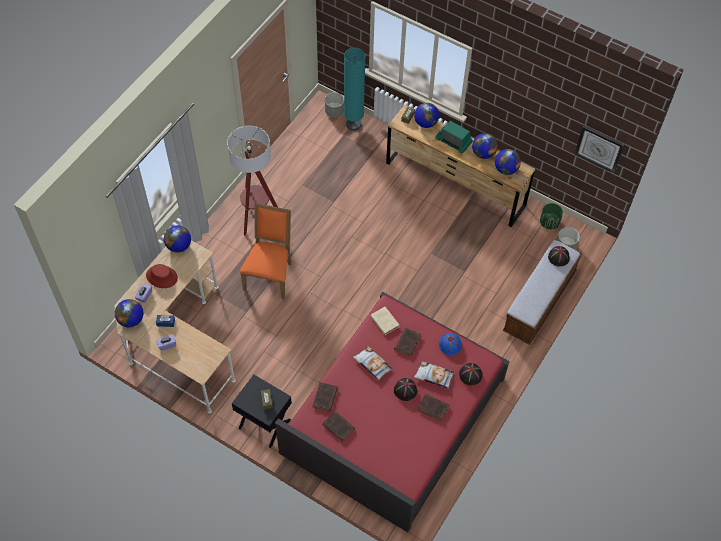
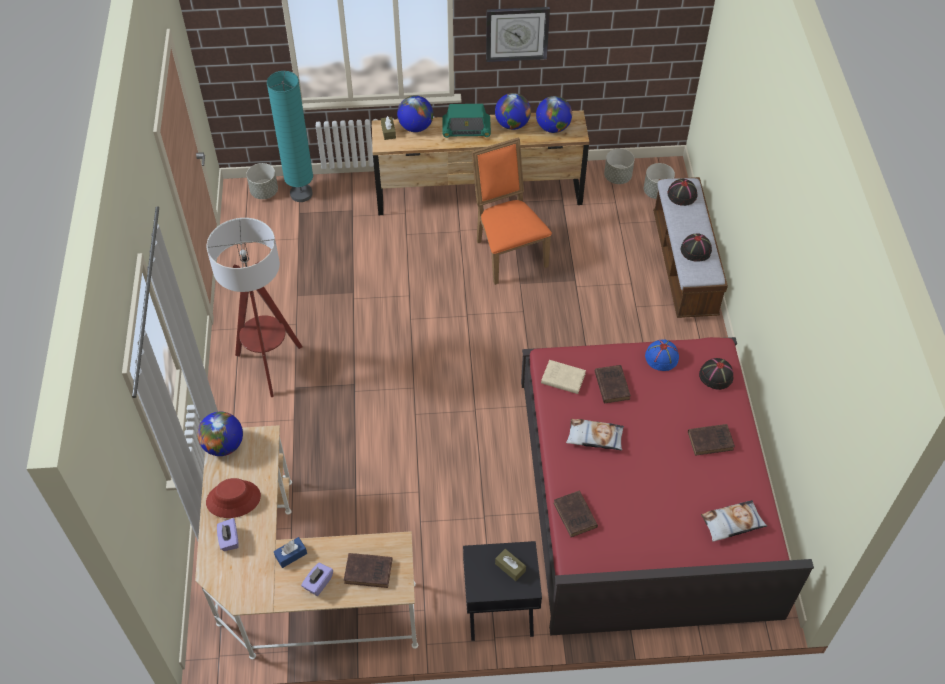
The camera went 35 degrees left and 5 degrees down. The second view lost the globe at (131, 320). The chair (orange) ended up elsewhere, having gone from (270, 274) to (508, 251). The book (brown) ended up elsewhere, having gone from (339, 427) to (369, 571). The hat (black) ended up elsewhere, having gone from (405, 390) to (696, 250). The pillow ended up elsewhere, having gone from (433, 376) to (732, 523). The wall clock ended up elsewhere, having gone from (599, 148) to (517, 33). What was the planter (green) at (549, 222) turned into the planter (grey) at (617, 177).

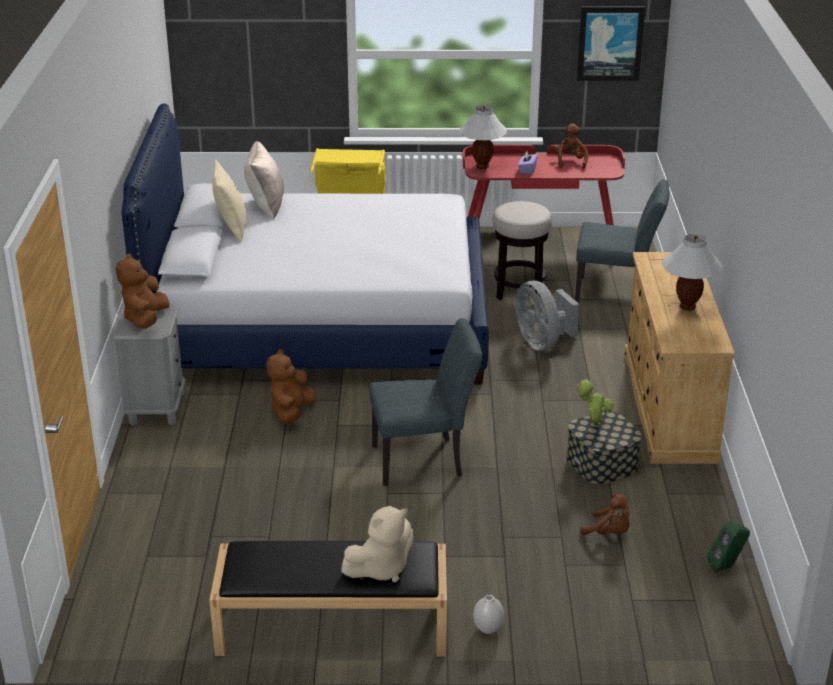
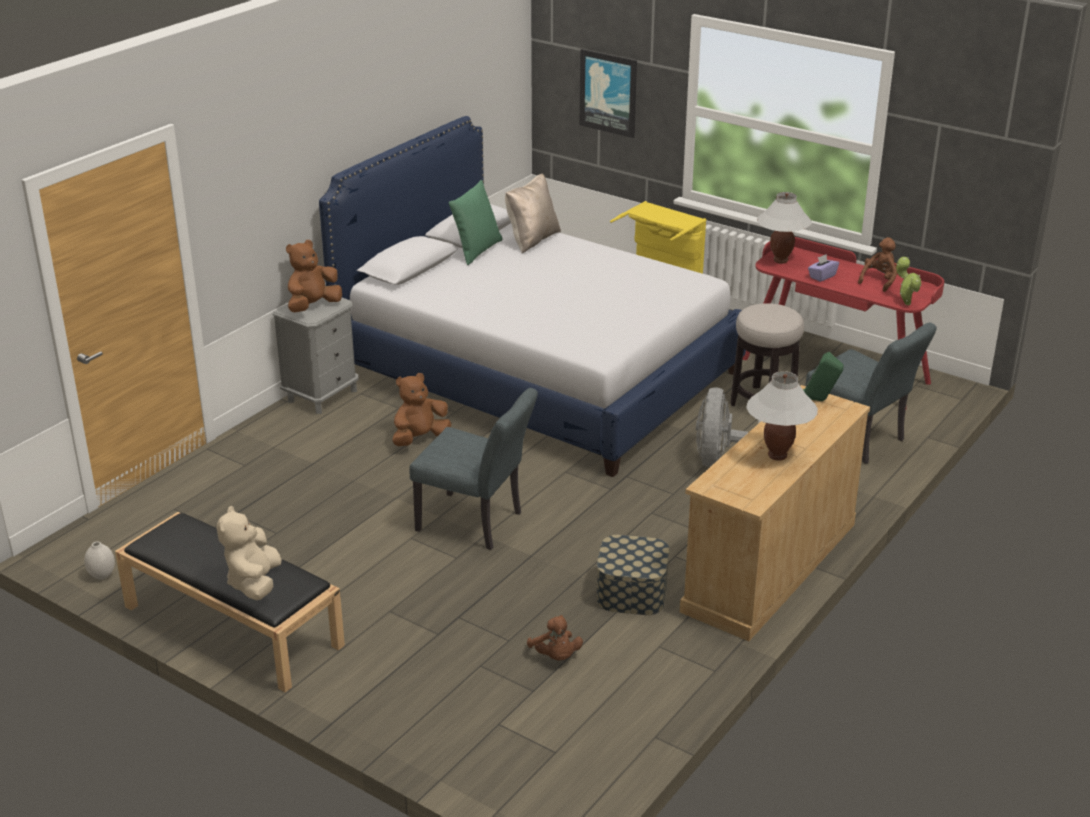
The camera went 35 degrees right and 0 degrees up. The vase (white) ended up elsewhere, having gone from (487, 629) to (101, 575). The picture ended up elsewhere, having gone from (610, 43) to (608, 92). The potted plant ended up elsewhere, having gone from (594, 424) to (906, 303). The speaker (green) ended up elsewhere, having gone from (726, 567) to (820, 400). What was the pillow (beige) at (231, 228) turned into the pillow (green) at (476, 251). The plush toy (beige) at (381, 569) ended up facing another way, 90 degrees clockwise from before.

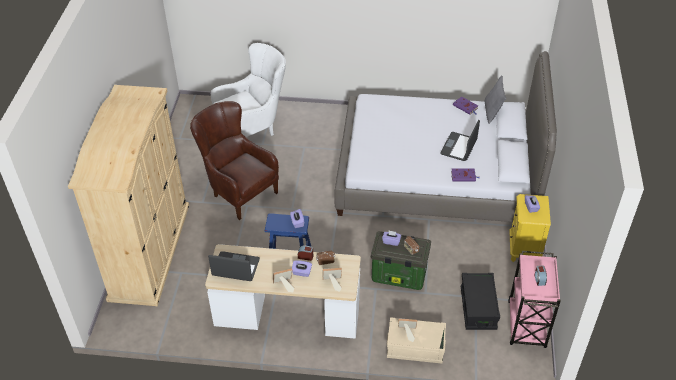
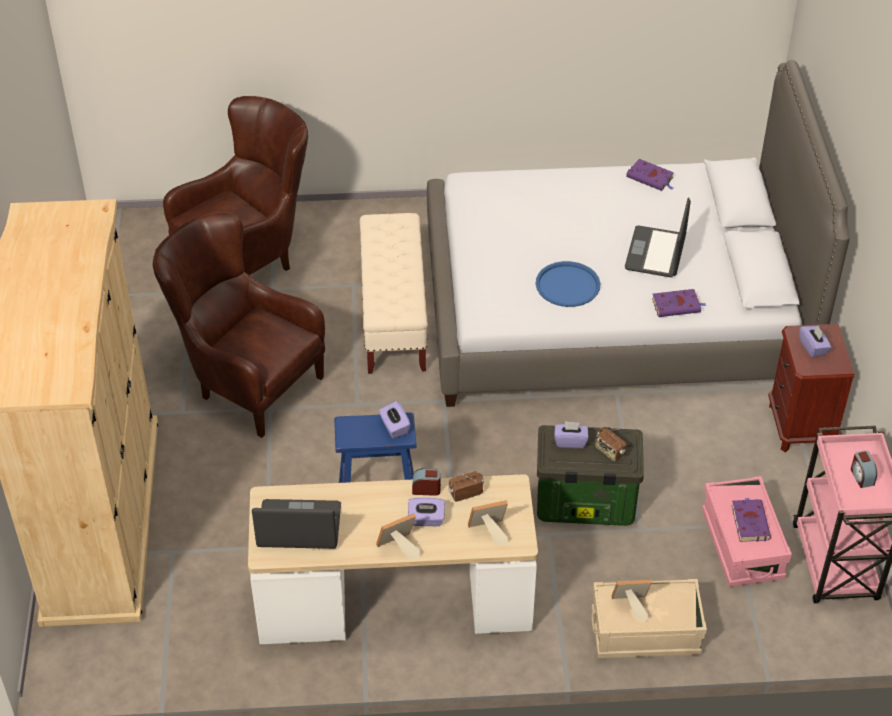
The camera went 10 degrees left and 0 degrees up. The second view lost the pillow (grey) at (492, 112). The second view gained the bench (beige) at (394, 318). The second view gained the tray (blue) at (567, 285). The second view gained the book (purple) at (749, 521). What was the armchair (white) at (254, 128) turned into the armchair (brown) at (249, 260). What was the storage box (black) at (478, 308) turned into the storage box (pink) at (742, 545). What was the nightstand (yellow) at (524, 249) turned into the nightstand (brown) at (799, 427).

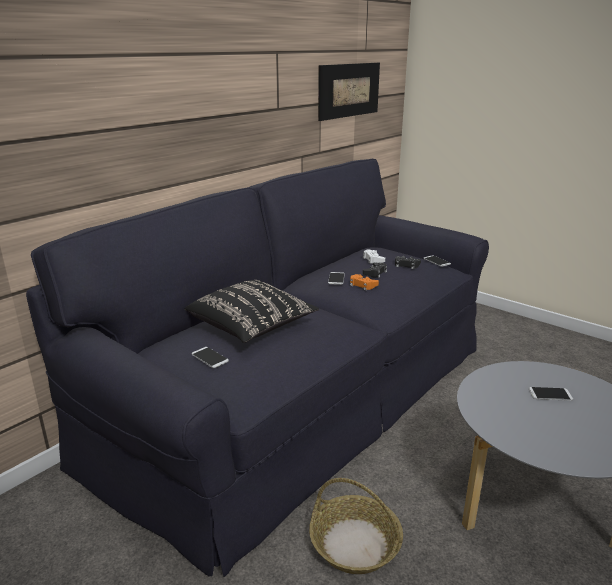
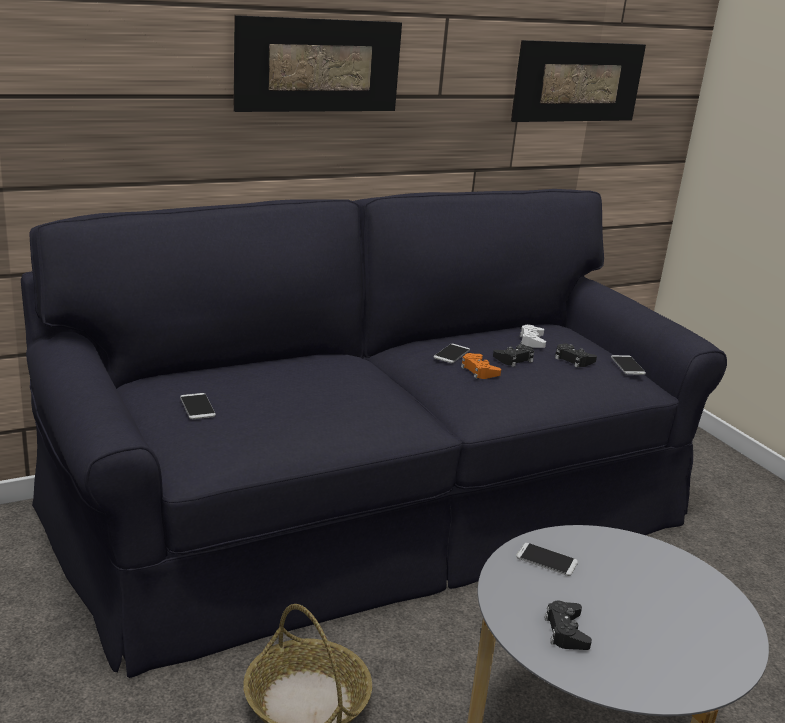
The camera went 20 degrees right and 0 degrees up. The second view lost the pillow (black) at (252, 327). The second view gained the picture at (318, 65). The second view gained the game controller (black) at (566, 631). The phone ended up elsewhere, having gone from (550, 394) to (546, 560).

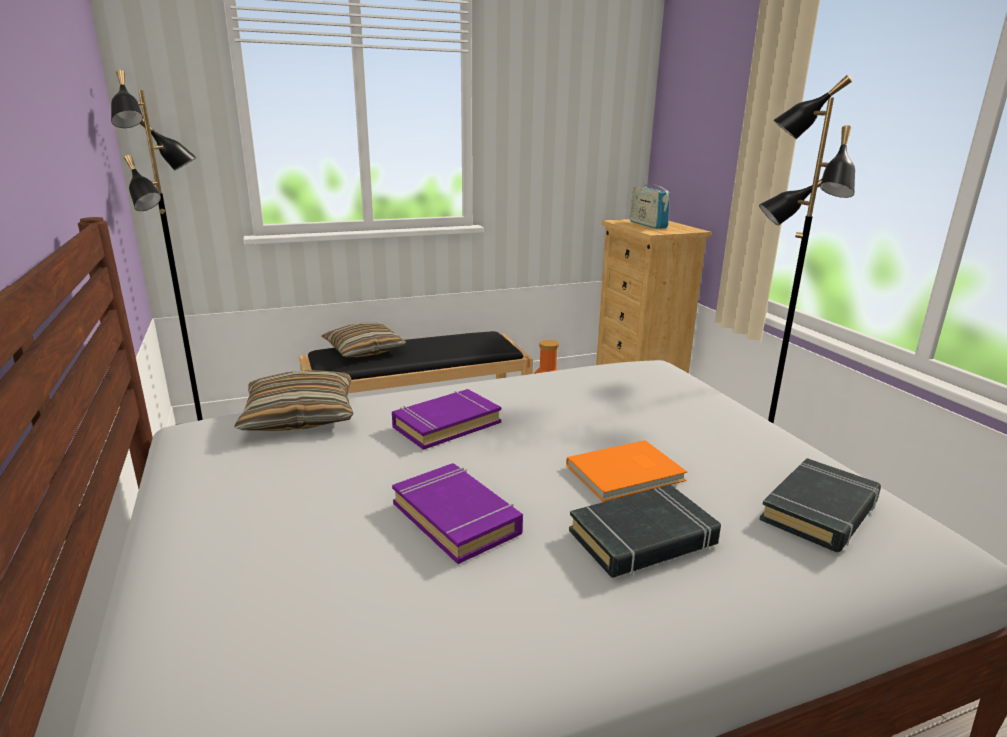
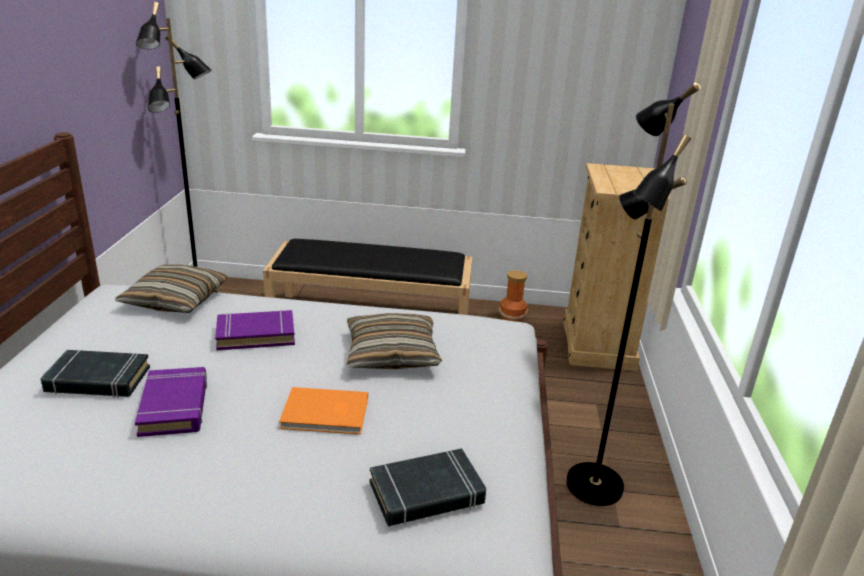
The camera went 25 degrees right and 5 degrees up. The second view lost the radio at (647, 224). The pillow ended up elsewhere, having gone from (364, 350) to (391, 354). The book (black) ended up elsewhere, having gone from (643, 538) to (97, 380).

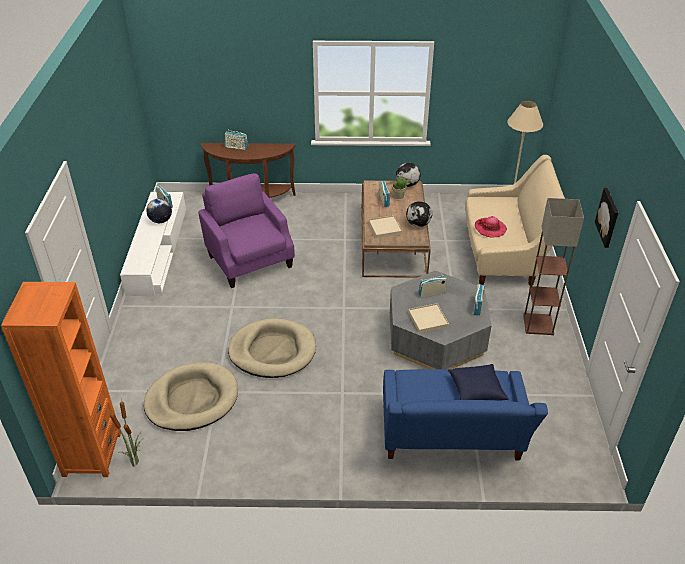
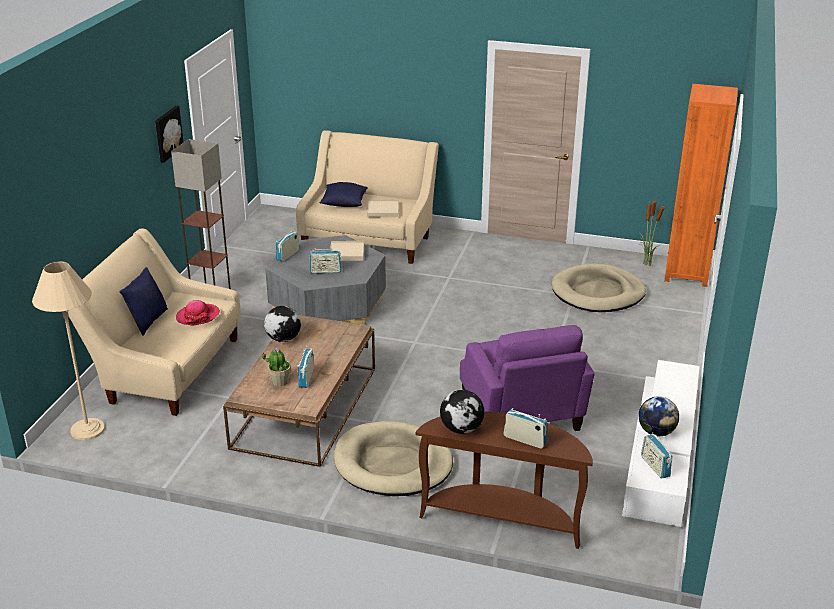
The camera went 165 degrees left and 10 degrees down. The second view gained the pillow (blue) at (147, 322). The dog bed (beige) ended up elsewhere, having gone from (272, 351) to (393, 463). The tray (beige) ended up elsewhere, having gone from (385, 228) to (382, 210). The globe ended up elsewhere, having gone from (407, 184) to (462, 429). What was the sofa (blue) at (451, 440) turned into the sofa (beige) at (368, 239).

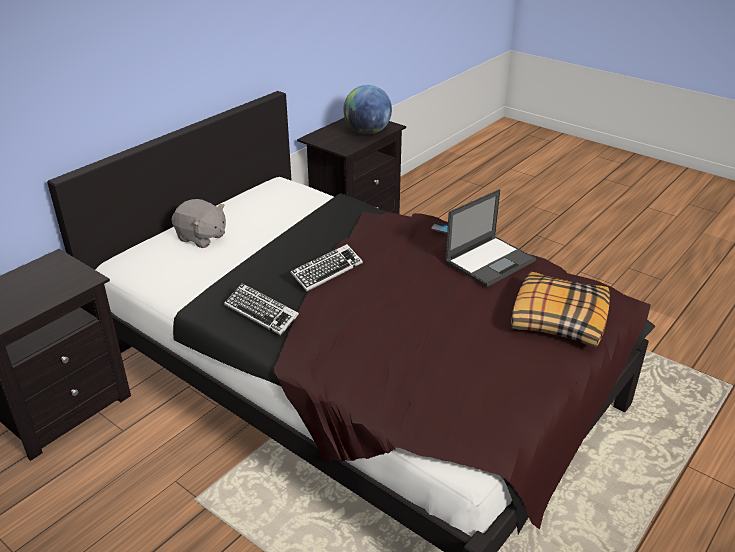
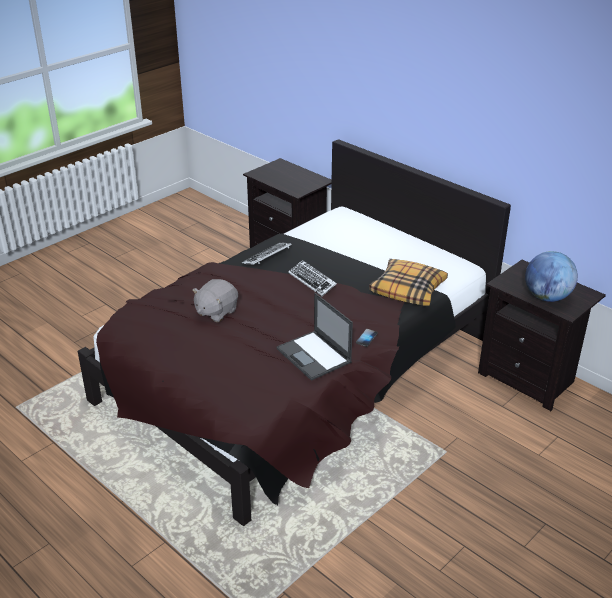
The camera went 95 degrees right and 0 degrees up. The plush toy (grey) ended up elsewhere, having gone from (201, 237) to (216, 312). The pillow ended up elsewhere, having gone from (558, 319) to (408, 289).

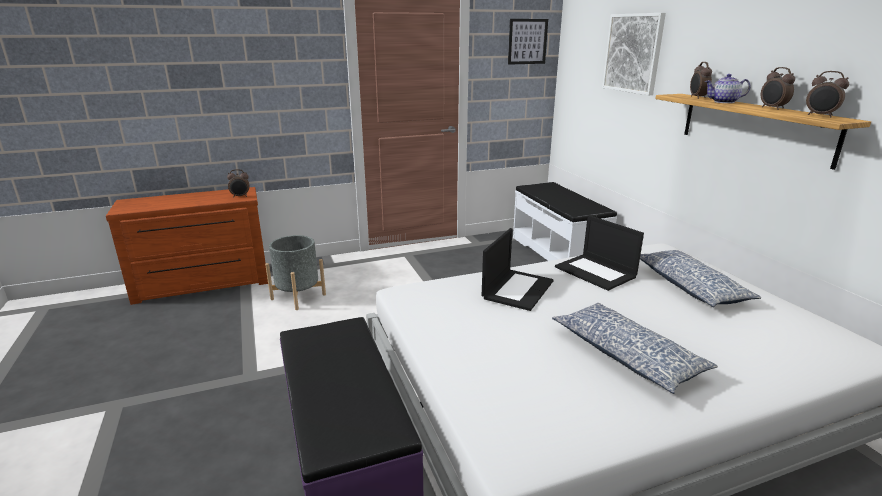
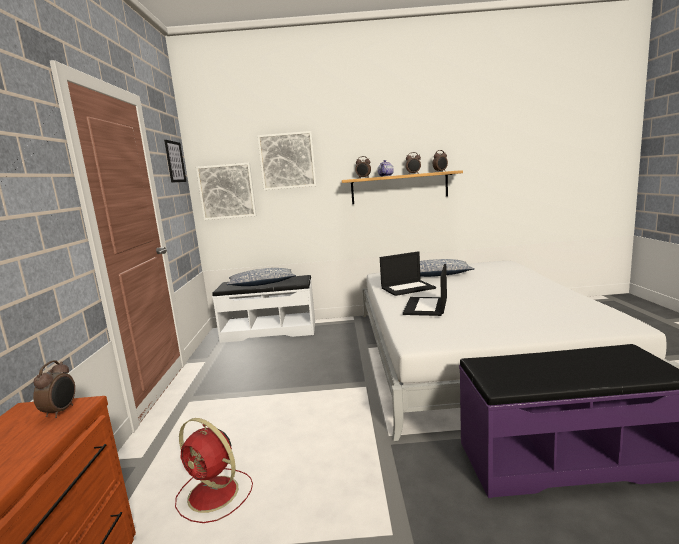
The camera went 70 degrees left and 10 degrees down. The second view gained the picture at (227, 191). The pillow ended up elsewhere, having gone from (626, 355) to (261, 284). Where the planter (grey) stood at (298, 297), the fan (red) came to stand at (215, 494). The laptop at (517, 289) ended up facing another way, 120 degrees counterclockwise from before.

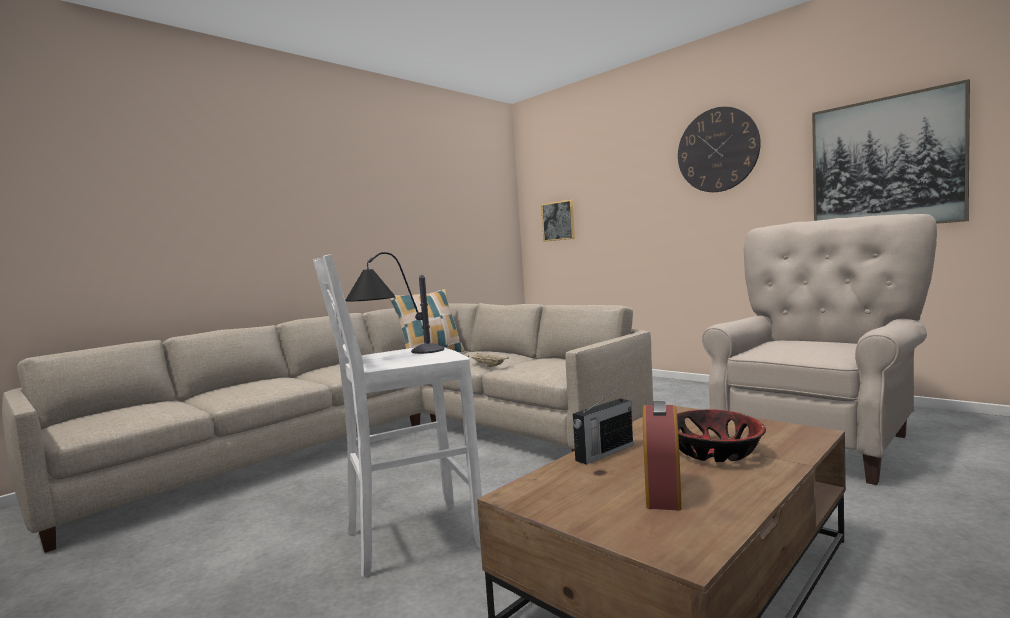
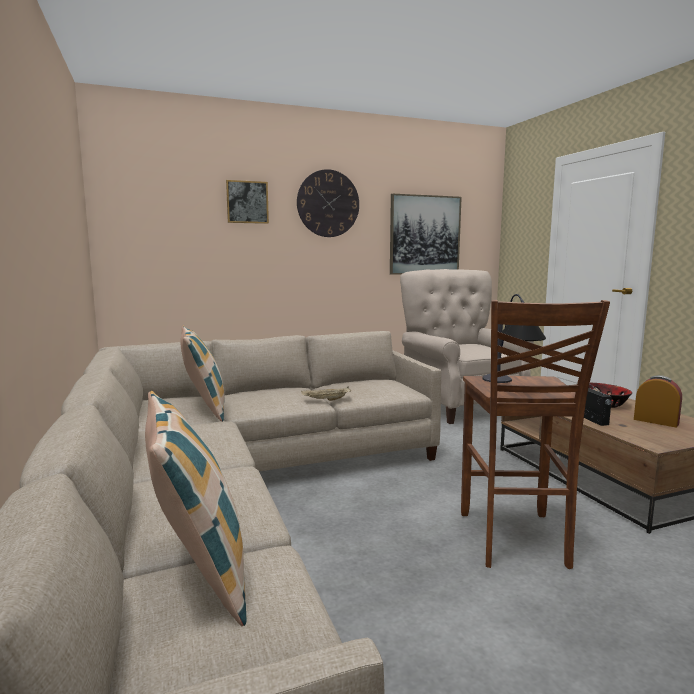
The camera went 65 degrees left and 5 degrees up. The second view gained the pillow at (198, 574). The picture ended up elsewhere, having gone from (558, 221) to (247, 202). What was the stool (white) at (409, 538) turned into the stool (brown) at (514, 540).

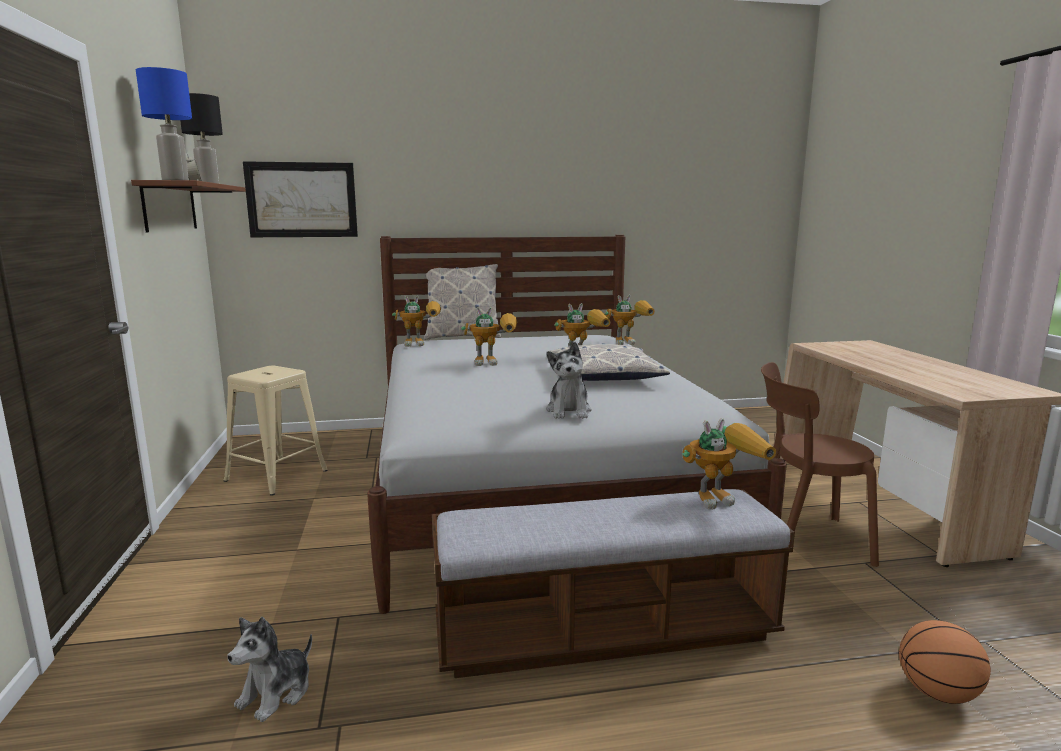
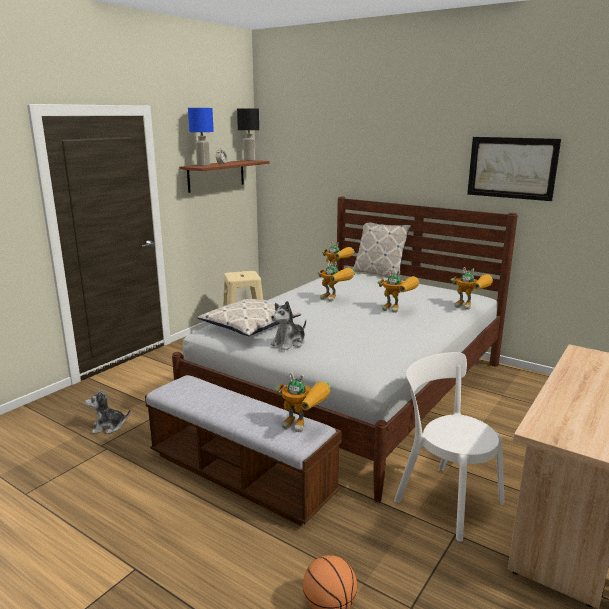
The camera went 45 degrees right and 5 degrees up. The picture ended up elsewhere, having gone from (302, 200) to (512, 168). The pillow ended up elsewhere, having gone from (605, 375) to (249, 325). What was the chair (brown) at (802, 539) turned into the chair (white) at (444, 498).

